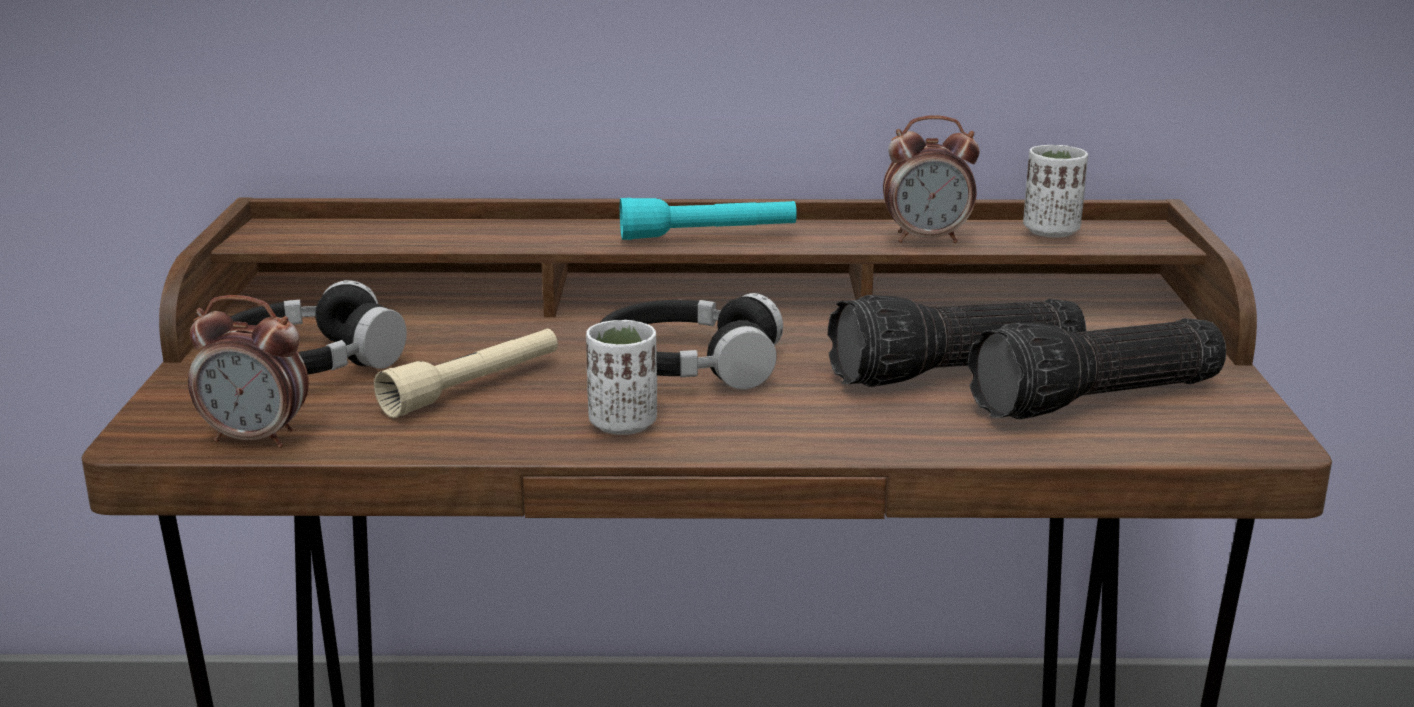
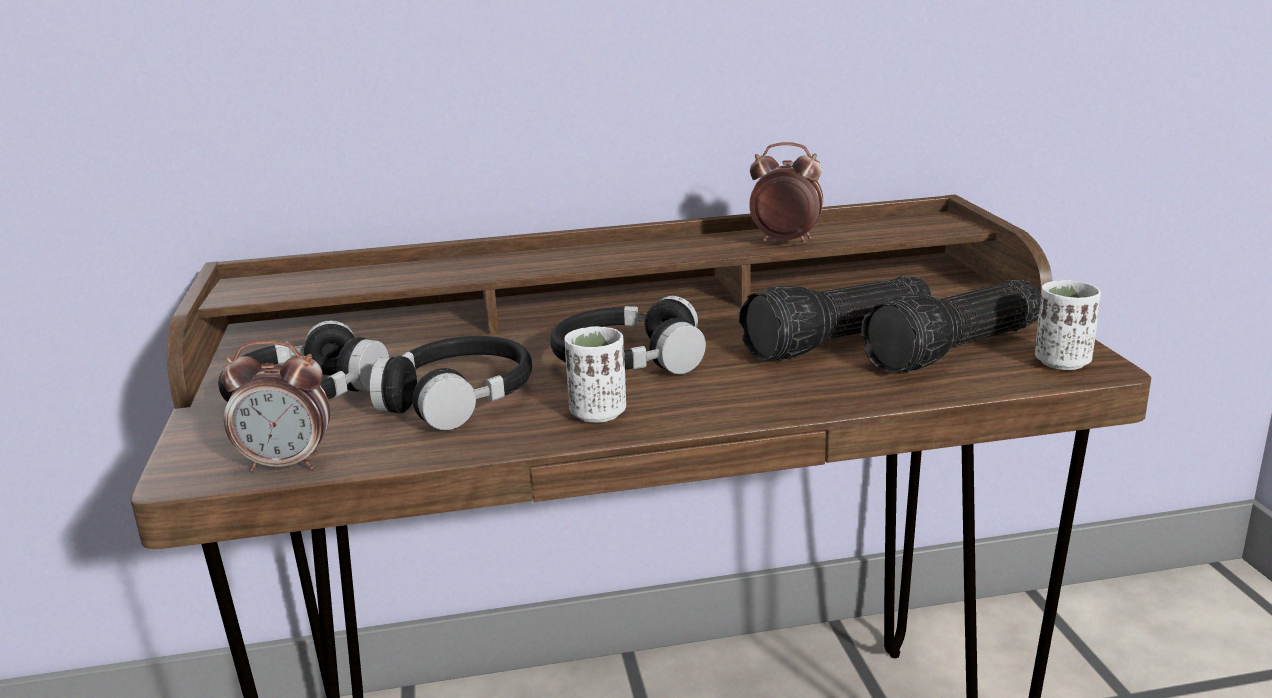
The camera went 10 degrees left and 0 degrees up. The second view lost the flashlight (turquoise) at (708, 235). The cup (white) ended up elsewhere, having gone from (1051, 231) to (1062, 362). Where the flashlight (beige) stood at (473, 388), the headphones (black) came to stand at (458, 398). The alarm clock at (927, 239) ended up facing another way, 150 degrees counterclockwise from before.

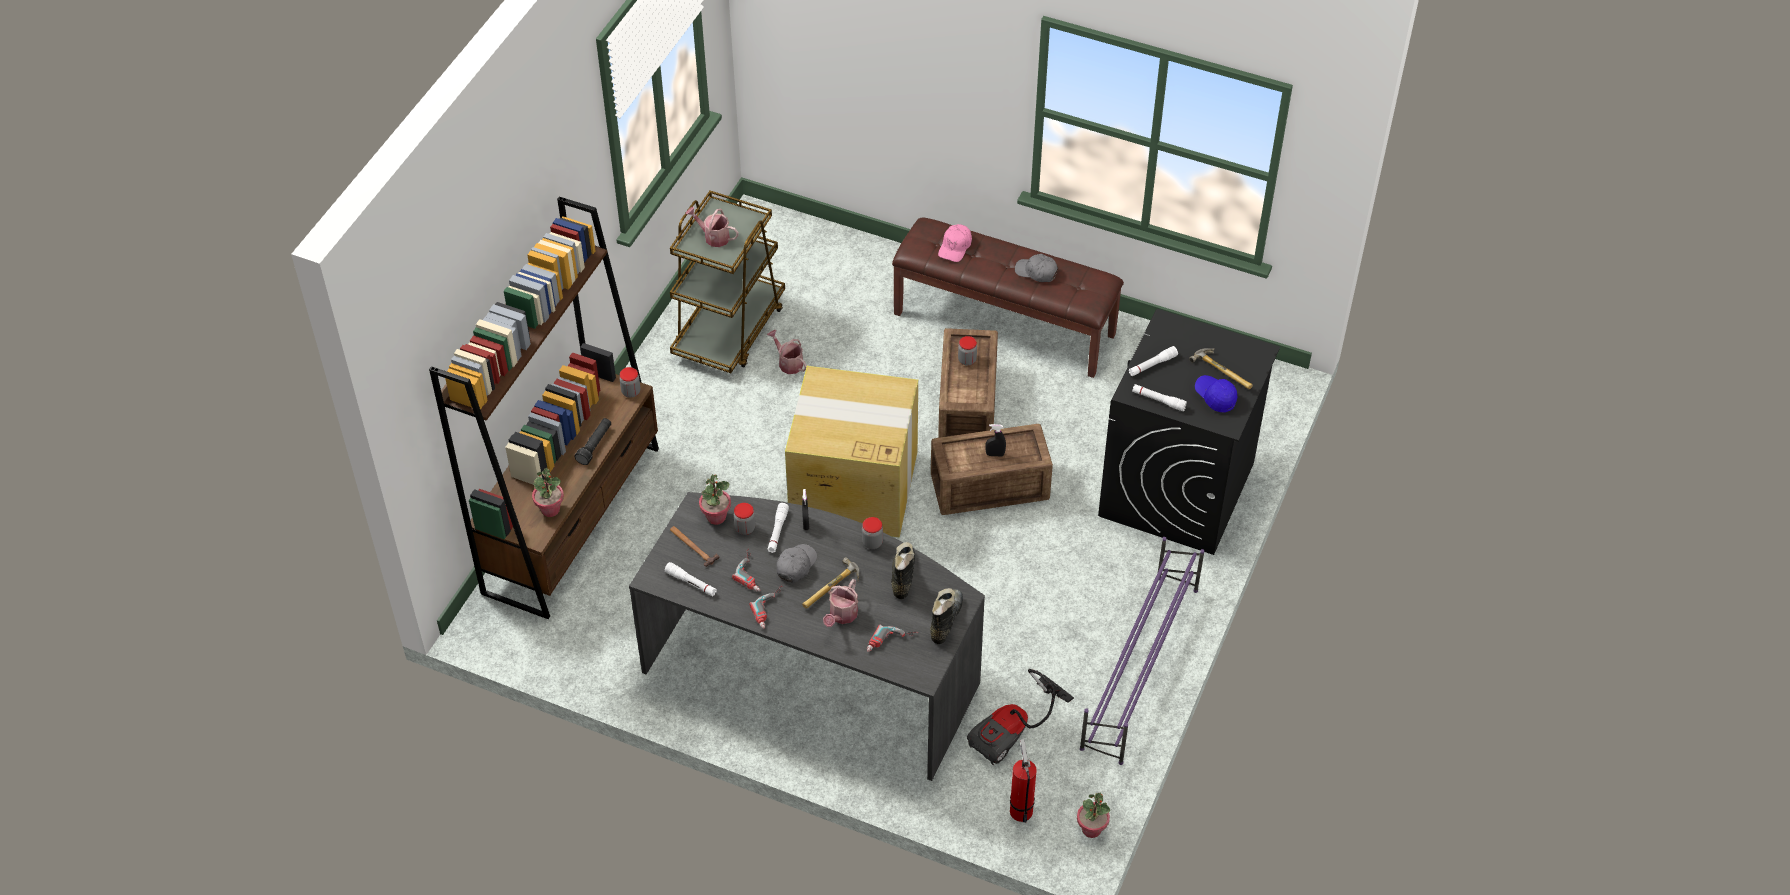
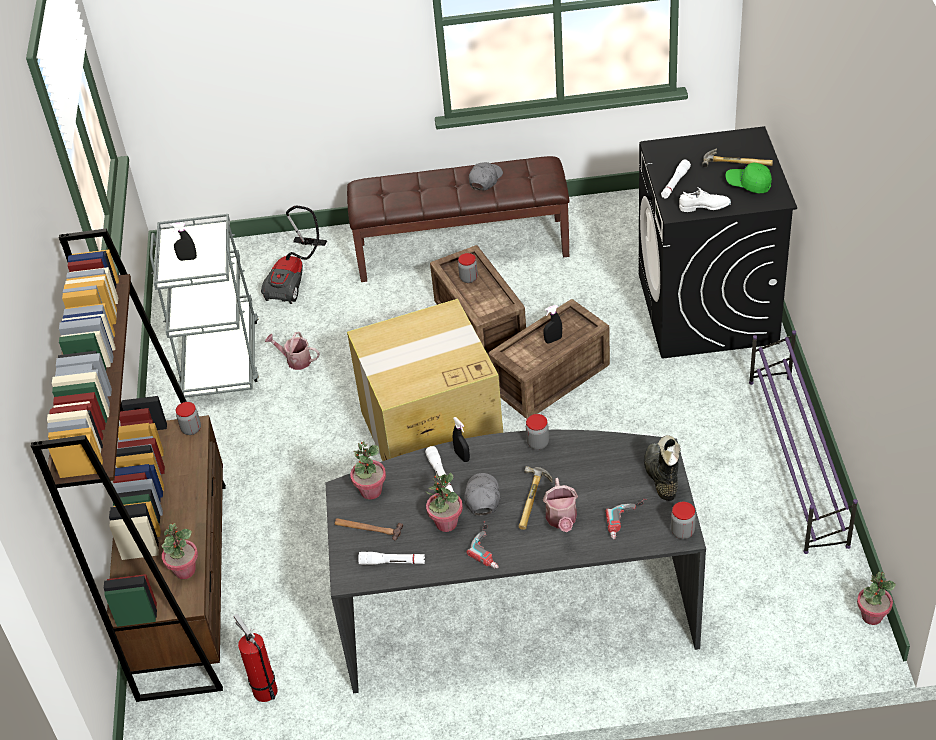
The camera went 25 degrees left and 5 degrees down. The second view lost the flashlight (black) at (595, 445). The second view lost the boot (black) at (902, 575). The second view lost the cap (pink) at (955, 247). The jar ended up elsewhere, having gone from (745, 528) to (682, 531). The vacuum cleaner ended up elsewhere, having gone from (1015, 731) to (295, 278). The fire extinguisher ended up elsewhere, having gone from (1020, 808) to (263, 689). Where the watering can stood at (713, 237), the spray bottle (black) came to stand at (187, 258). Where the power drill stood at (753, 572), the potted plant came to stand at (446, 523). Where the flashlight (white) stood at (1158, 400), the shoe (white) came to stand at (704, 207). What was the cart (brown) at (729, 330) turned into the cart (grey) at (221, 357). What was the cap (blue) at (1215, 397) turned into the cap (green) at (748, 184). The cap (grey) at (1036, 272) ended up facing another way, 120 degrees clockwise from before.

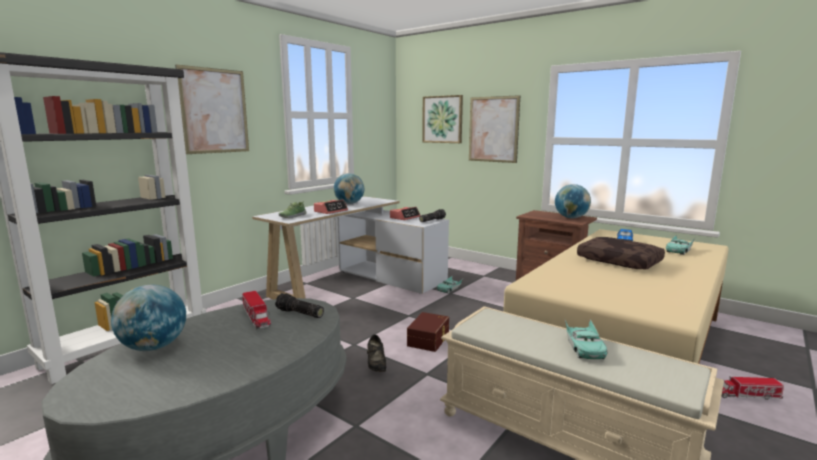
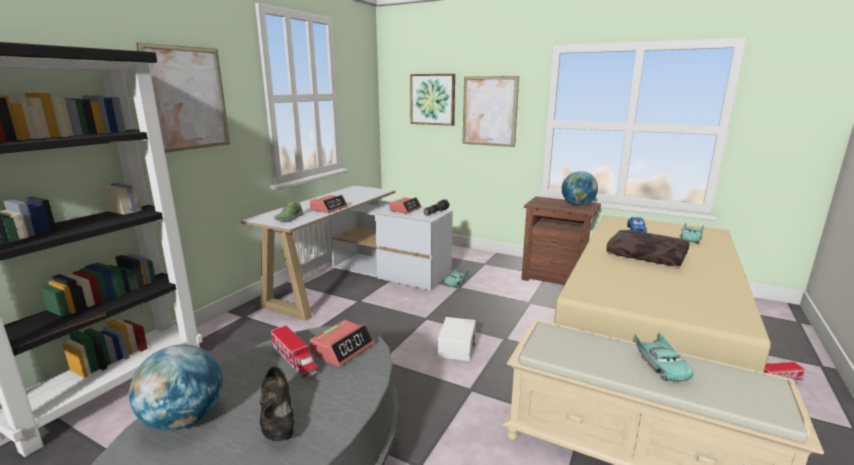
The camera went 10 degrees left and 5 degrees up. The second view lost the globe at (349, 203). The shoe (black) ended up elsewhere, having gone from (376, 365) to (278, 421). Where the flashlight stood at (299, 313), the alarm clock came to stand at (342, 349). What was the storage box (brown) at (429, 340) turned into the storage box (white) at (458, 347).

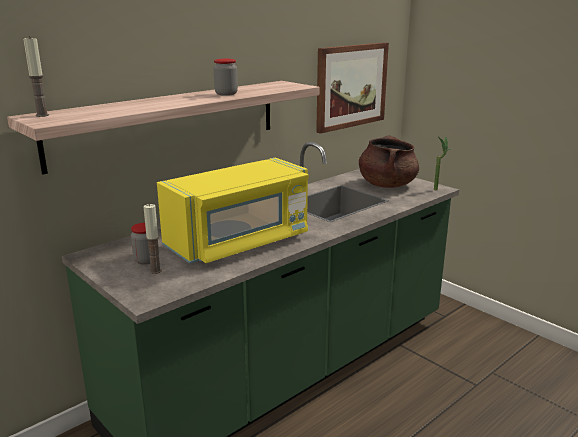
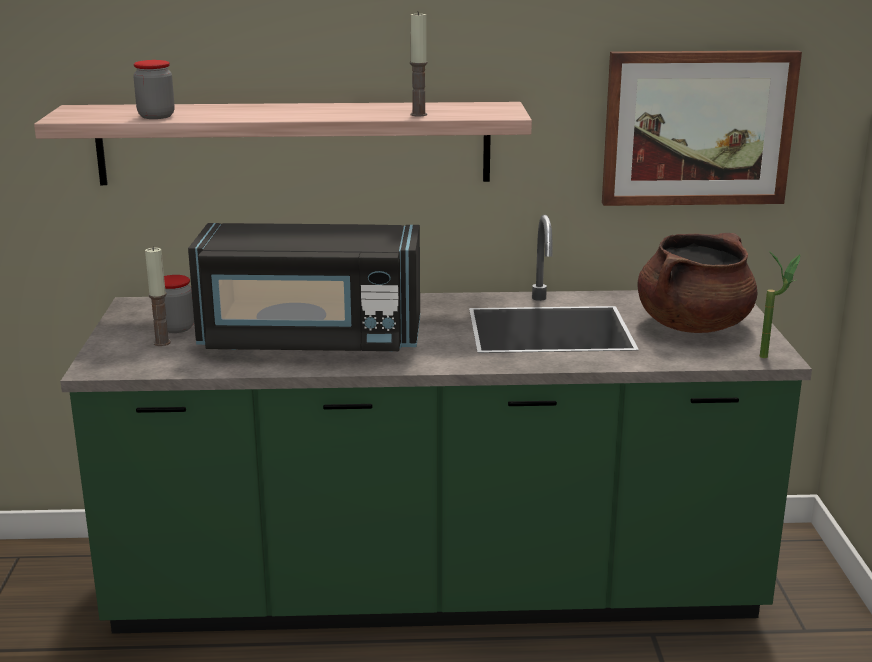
The camera went 40 degrees right and 0 degrees up. The candle ended up elsewhere, having gone from (42, 115) to (418, 114). The jar ended up elsewhere, having gone from (226, 94) to (156, 116). What was the microwave (yellow) at (239, 242) turned into the microwave (black) at (310, 340).

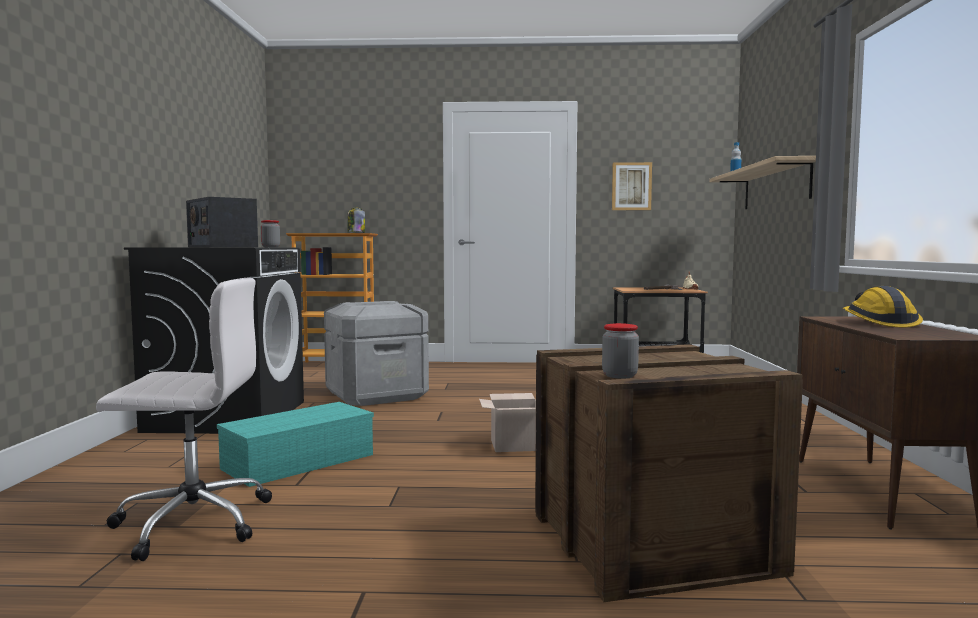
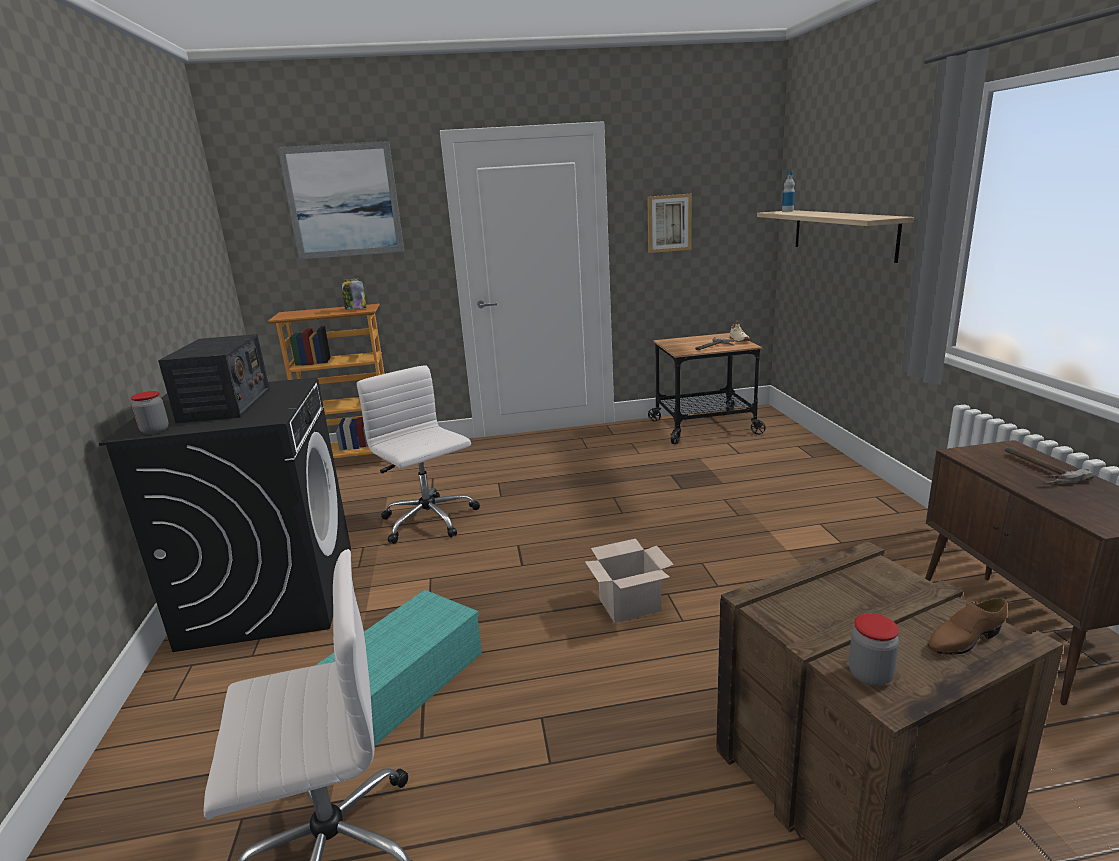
The camera went 10 degrees left and 15 degrees up. The second view gained the picture at (343, 201). The second view gained the shoe (brown) at (963, 639). The jar ended up elsewhere, having gone from (270, 247) to (155, 430). Where the storage box (grey) stood at (377, 395), the office chair (white) came to stand at (429, 521). Where the hard hat stood at (879, 323), the hammer came to stand at (1034, 469). The radio at (222, 247) ended up facing another way, 135 degrees counterclockwise from before.

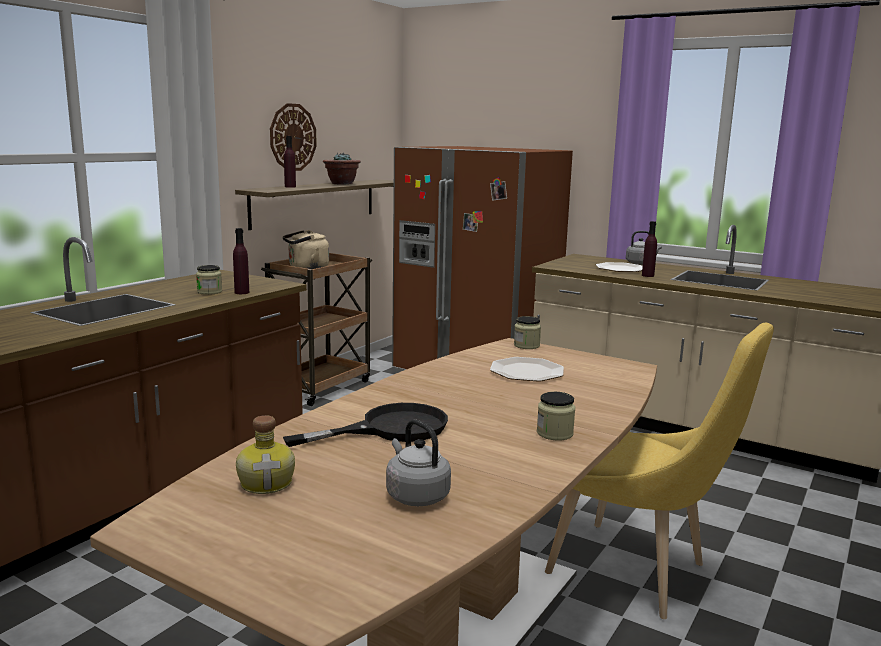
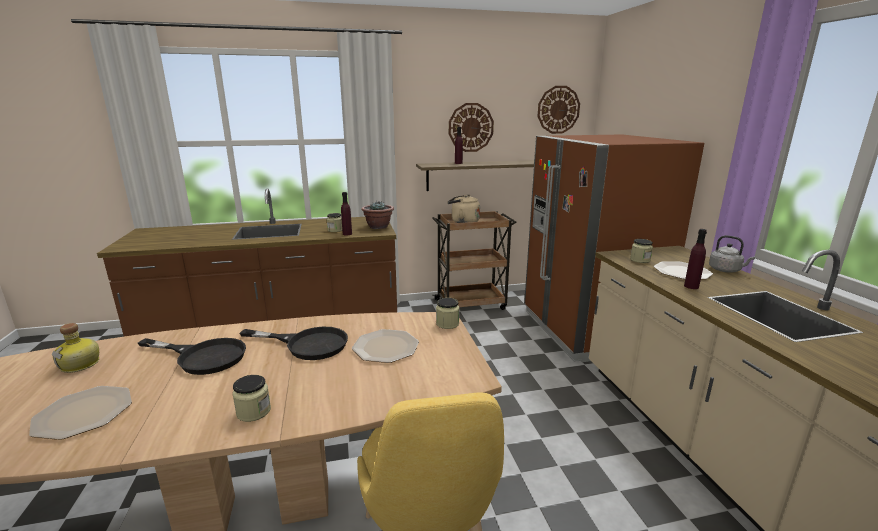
The camera went 45 degrees right and 5 degrees up. The second view gained the frying pan (black) at (307, 344). The second view gained the wall clock at (558, 110). The second view gained the jar at (640, 260). The potted plant ended up elsewhere, having gone from (341, 184) to (378, 227). Where the kettle (grey) stood at (415, 495), the plate came to stand at (83, 413).

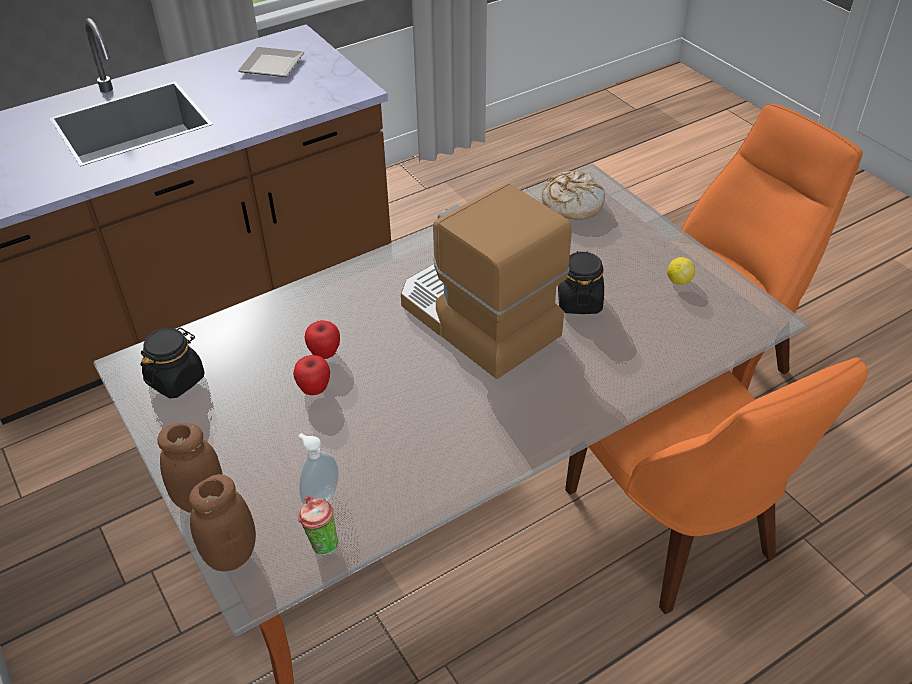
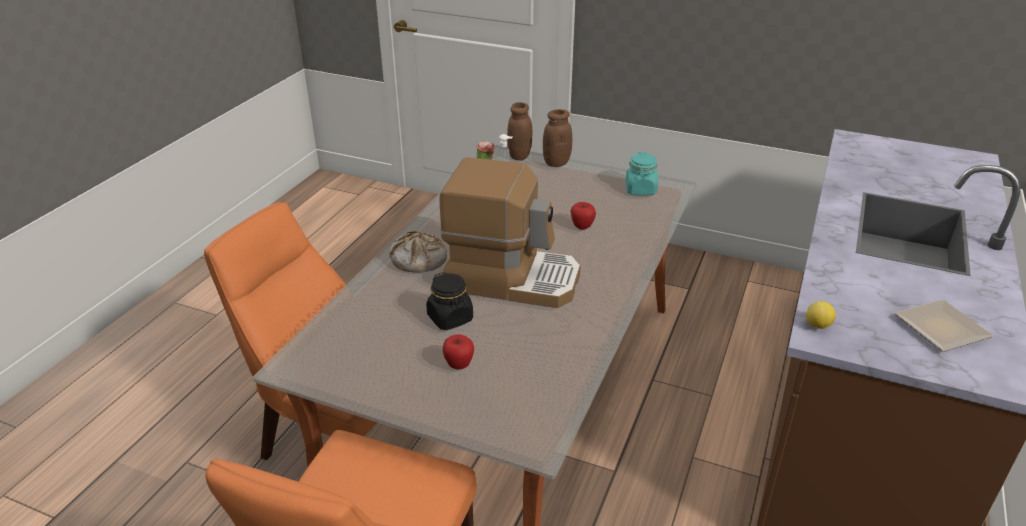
The camera went 145 degrees right and 10 degrees down. The apple ended up elsewhere, having gone from (314, 389) to (459, 365). The bread ended up elsewhere, having gone from (571, 203) to (419, 260). The lemon ended up elsewhere, having gone from (678, 280) to (817, 326). What was the jar (black) at (176, 380) turned into the jar (turquoise) at (640, 190).

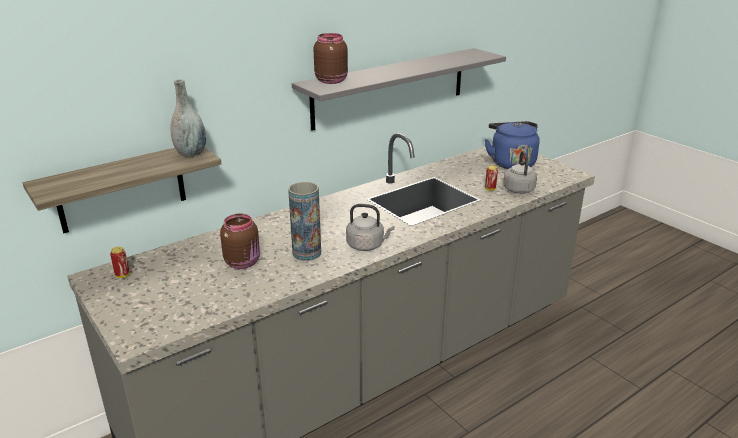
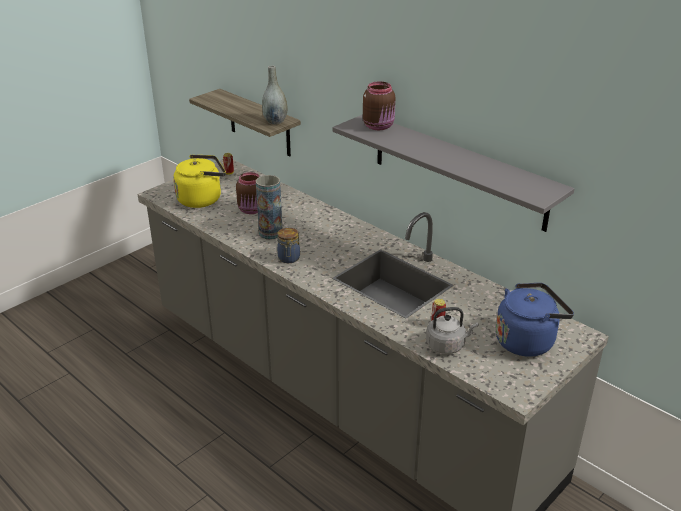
The camera went 80 degrees right and 5 degrees up. The second view gained the kettle (yellow) at (202, 199). Where the kettle (grey) stood at (367, 245), the jar came to stand at (289, 259).

